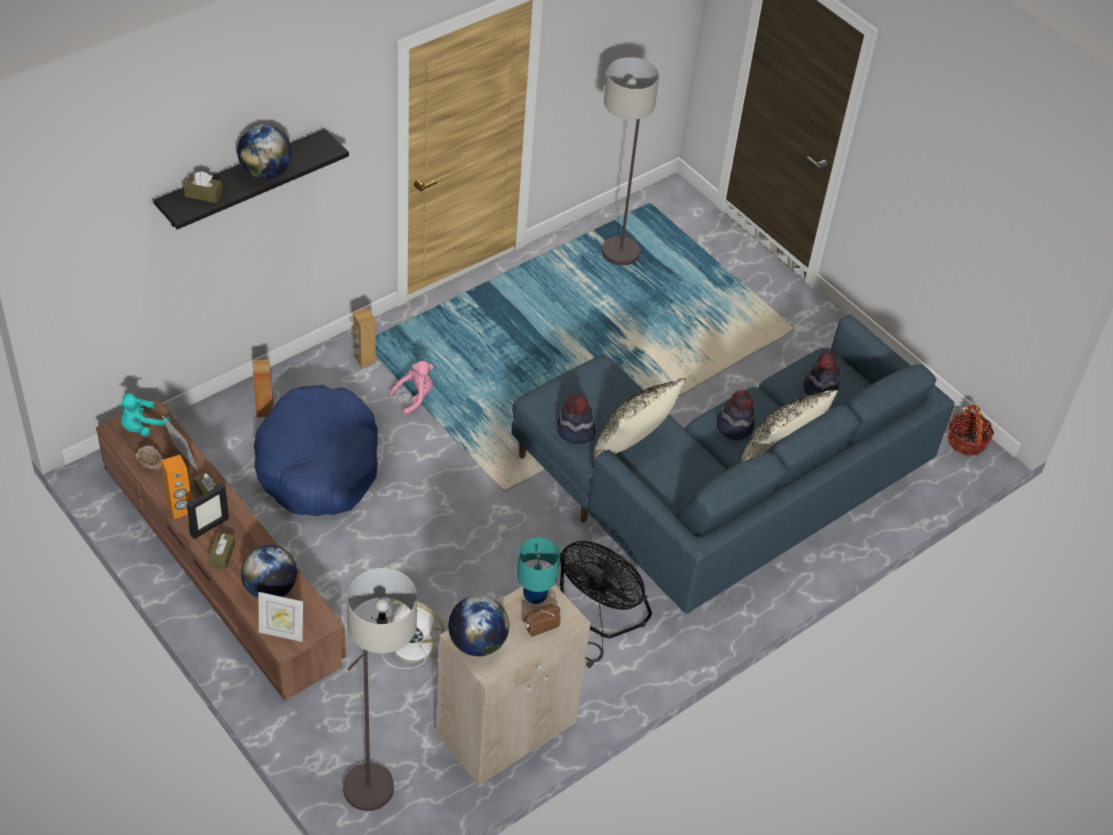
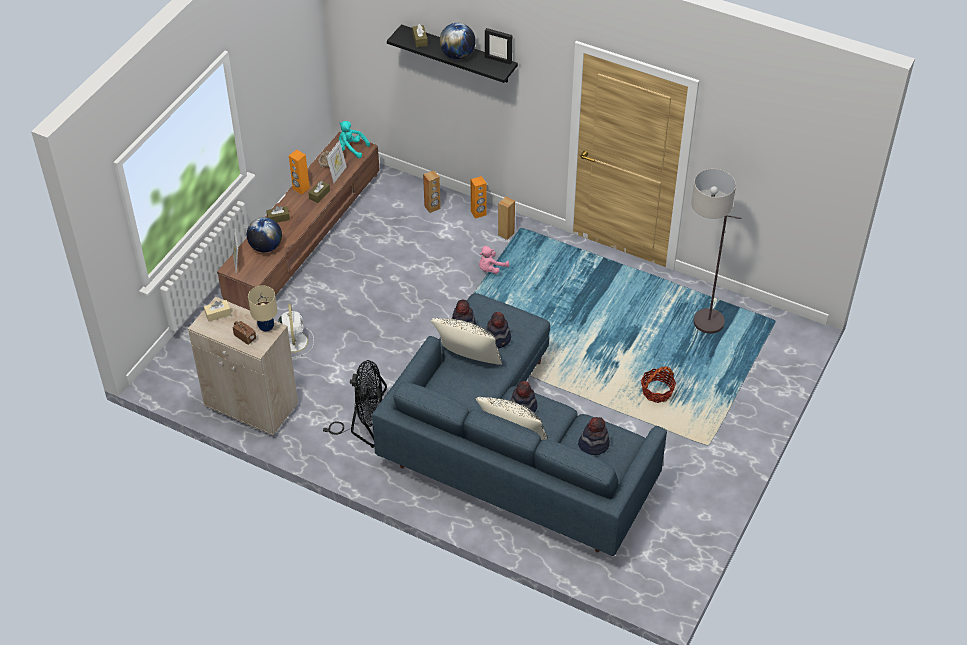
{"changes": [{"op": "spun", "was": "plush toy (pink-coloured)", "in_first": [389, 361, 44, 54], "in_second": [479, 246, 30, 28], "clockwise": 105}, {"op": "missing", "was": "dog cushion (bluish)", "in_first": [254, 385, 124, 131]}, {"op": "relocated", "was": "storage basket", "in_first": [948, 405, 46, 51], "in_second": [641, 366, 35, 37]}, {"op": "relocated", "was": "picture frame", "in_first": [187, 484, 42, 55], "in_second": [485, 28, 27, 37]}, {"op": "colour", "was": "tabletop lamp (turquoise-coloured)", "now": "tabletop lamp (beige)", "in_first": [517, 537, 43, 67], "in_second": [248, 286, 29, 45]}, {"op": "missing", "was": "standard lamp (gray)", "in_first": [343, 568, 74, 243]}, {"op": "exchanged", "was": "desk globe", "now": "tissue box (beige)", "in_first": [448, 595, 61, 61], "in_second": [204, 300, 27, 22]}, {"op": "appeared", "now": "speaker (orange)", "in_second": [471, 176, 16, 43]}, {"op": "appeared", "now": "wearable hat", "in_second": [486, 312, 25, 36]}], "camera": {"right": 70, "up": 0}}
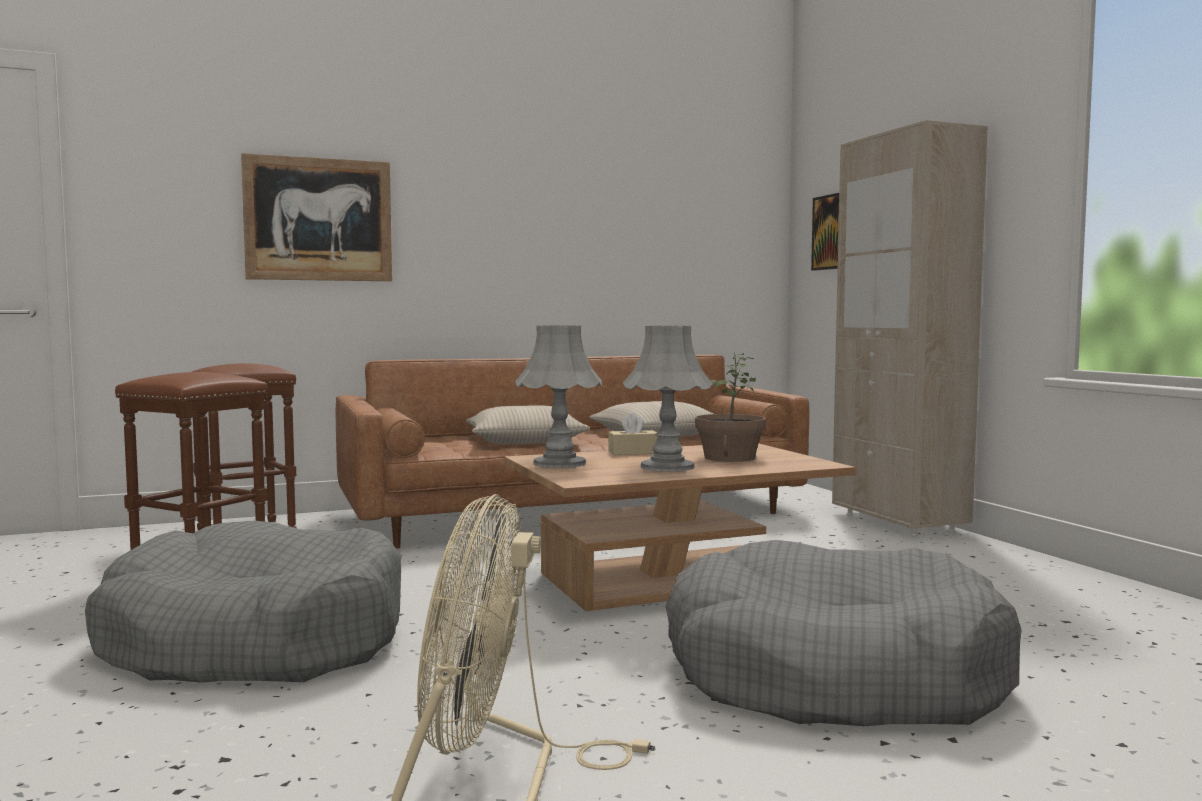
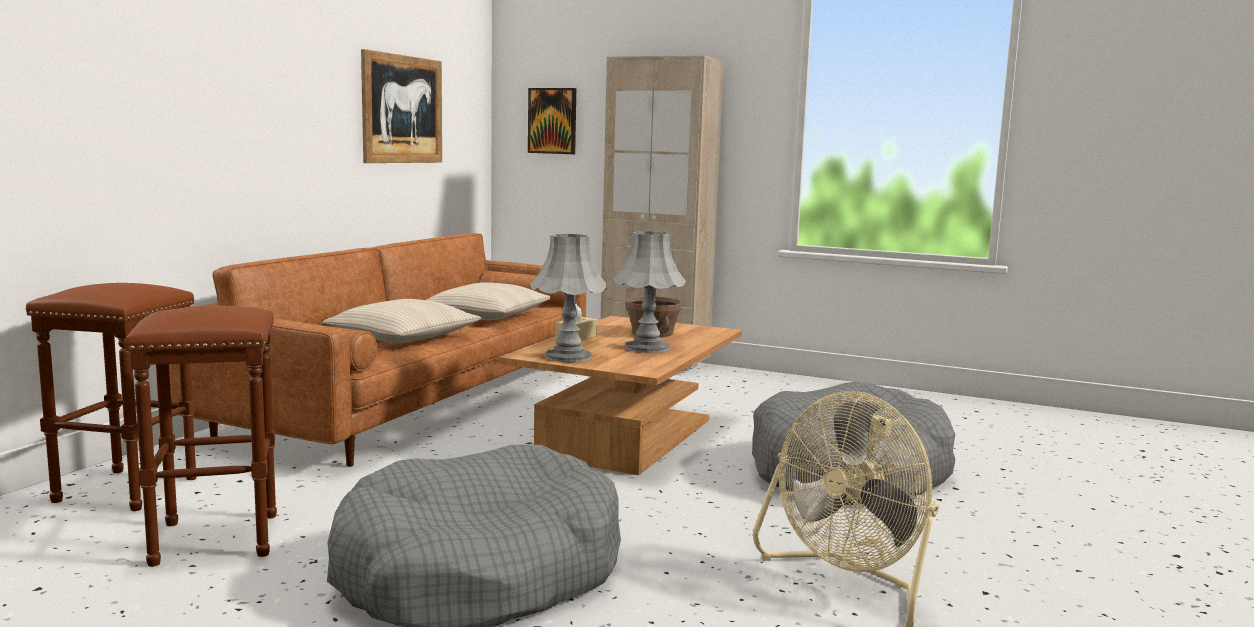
{"changes": [{"op": "relocated", "was": "wall art", "in_first": [241, 153, 151, 128], "in_second": [361, 49, 81, 114]}], "camera": {"right": -45, "up": 5}}
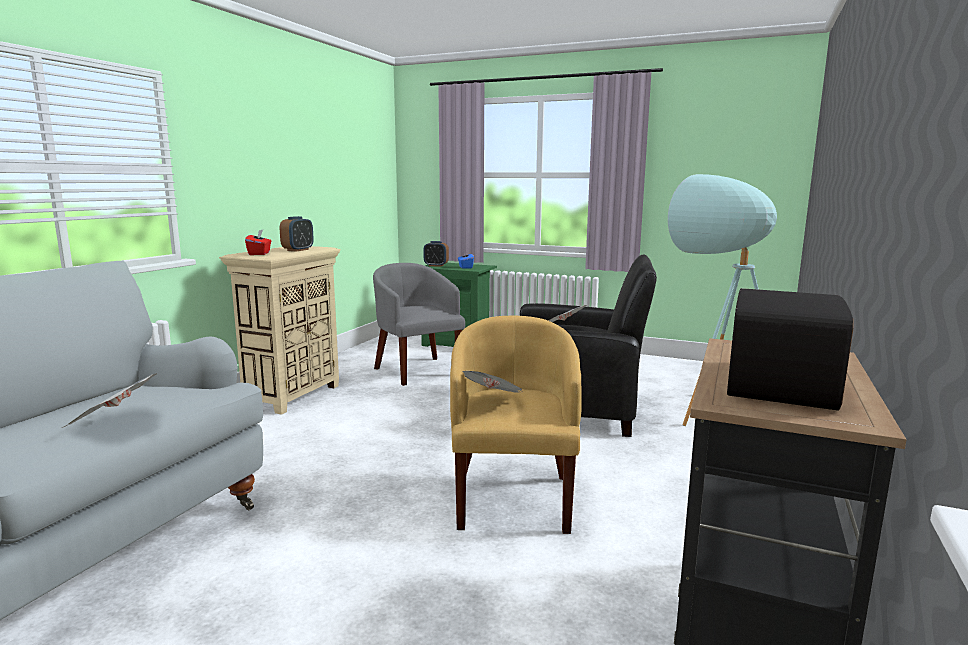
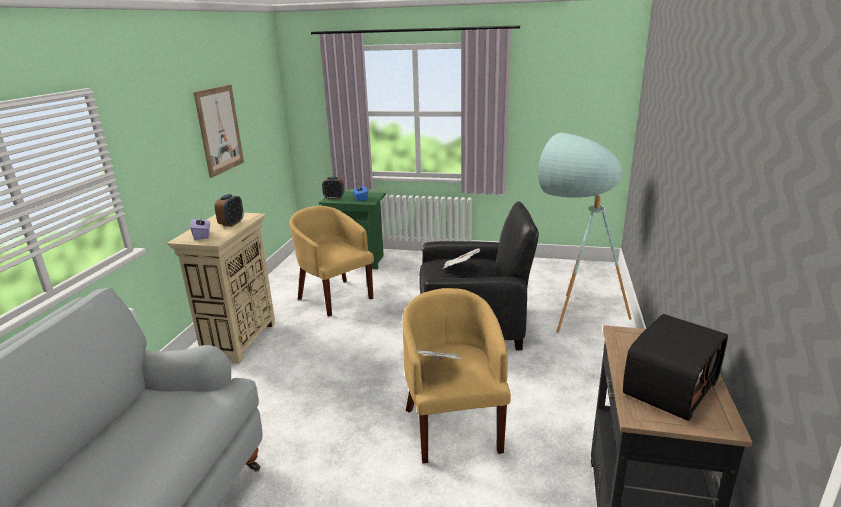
{"changes": [{"op": "colour", "was": "tissue box (red-coloured)", "now": "tissue box (purple)", "in_first": [245, 230, 26, 25], "in_second": [190, 216, 20, 24]}, {"op": "colour", "was": "easy chair (gray)", "now": "easy chair (yellow-coloured)", "in_first": [373, 263, 92, 123], "in_second": [289, 206, 85, 110]}, {"op": "spun", "was": "radio set", "in_first": [727, 288, 127, 123], "in_second": [623, 314, 105, 107], "clockwise": -150}, {"op": "missing", "was": "daily paper", "in_first": [62, 373, 95, 55]}, {"op": "appeared", "now": "wall art", "in_second": [194, 85, 50, 93]}], "camera": {"right": -10, "up": 10}}
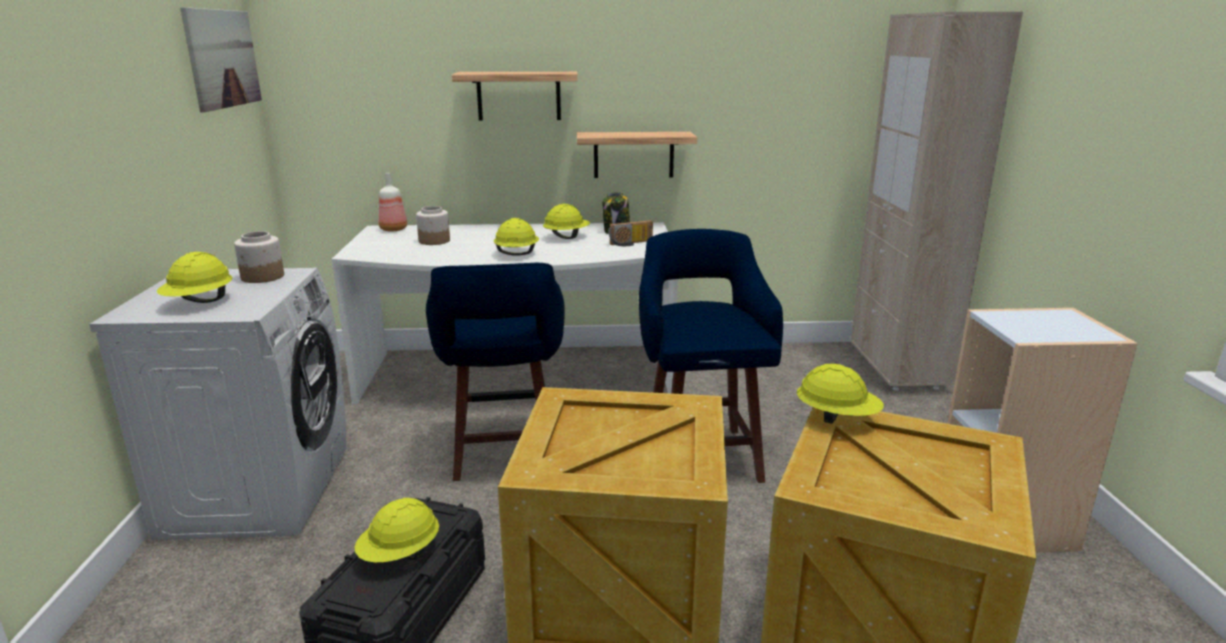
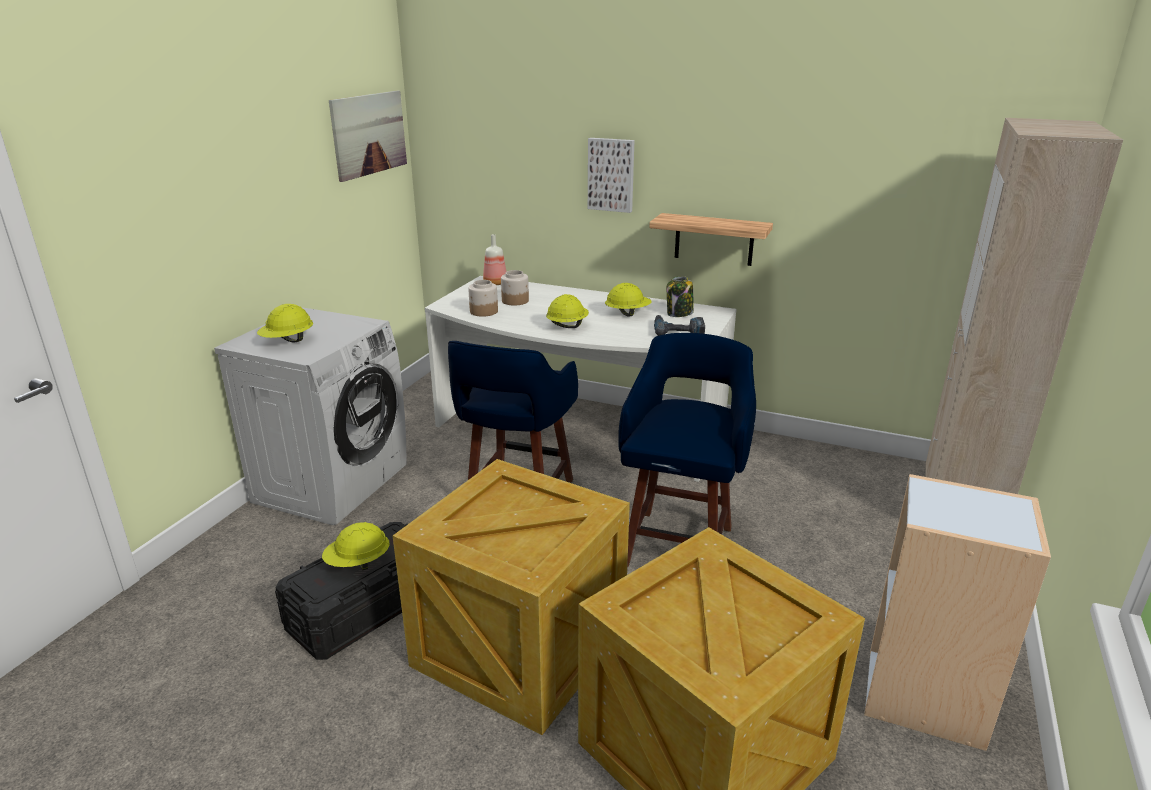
{"changes": [{"op": "exchanged", "was": "shelf", "now": "wall art", "in_first": [452, 72, 126, 49], "in_second": [588, 138, 46, 75]}, {"op": "exchanged", "was": "radio set", "now": "electric drill", "in_first": [608, 220, 45, 26], "in_second": [654, 315, 51, 21]}, {"op": "relocated", "was": "storage jar", "in_first": [234, 231, 50, 52], "in_second": [468, 280, 30, 37]}, {"op": "missing", "was": "work helmet (yellow-coloured)", "in_first": [797, 364, 87, 60]}], "camera": {"right": 25, "up": 5}}
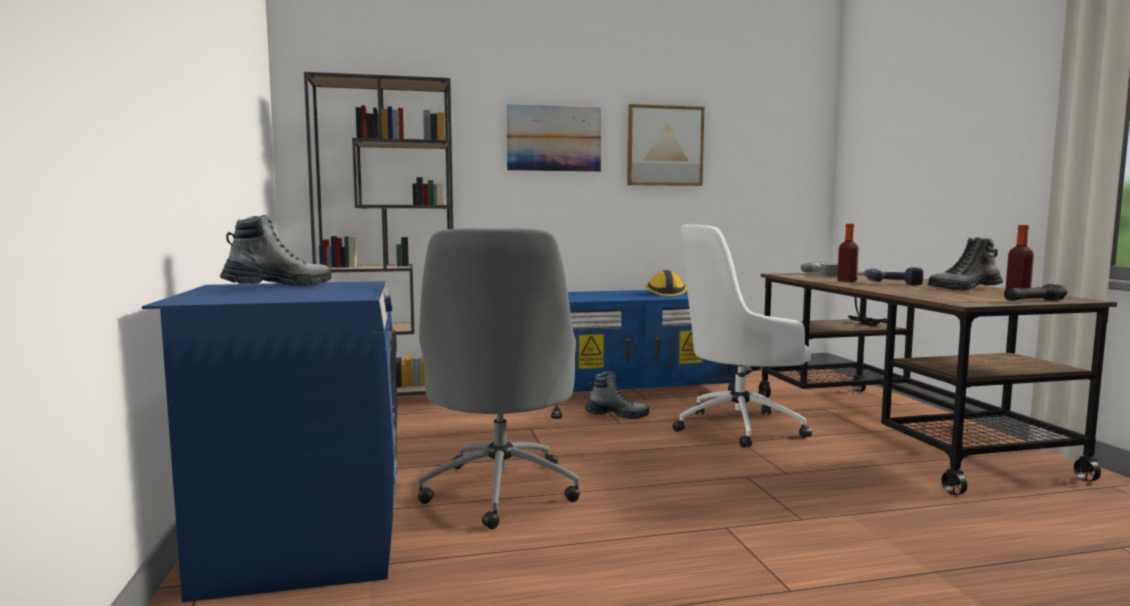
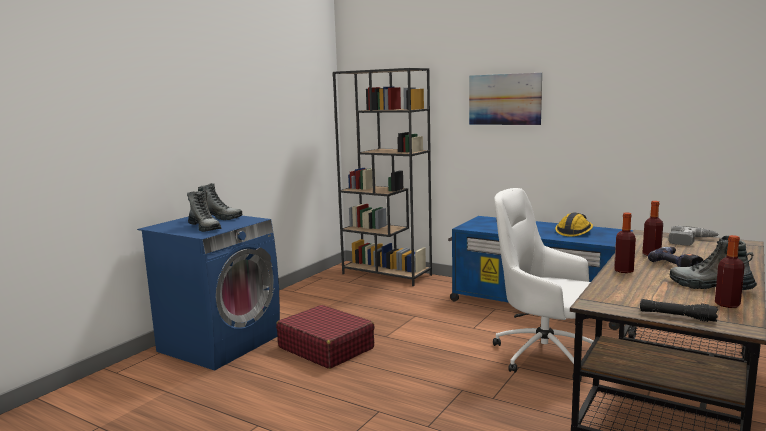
{"changes": [{"op": "missing", "was": "wall art", "in_first": [627, 104, 77, 82]}, {"op": "exchanged", "was": "computer chair (gray)", "now": "travel case (red-coloured)", "in_first": [418, 228, 162, 301], "in_second": [276, 305, 99, 64]}, {"op": "relocated", "was": "high-top boot", "in_first": [585, 371, 64, 48], "in_second": [187, 190, 34, 42]}, {"op": "appeared", "now": "drink bottle", "in_second": [614, 212, 22, 61]}], "camera": {"right": 45, "up": 5}}
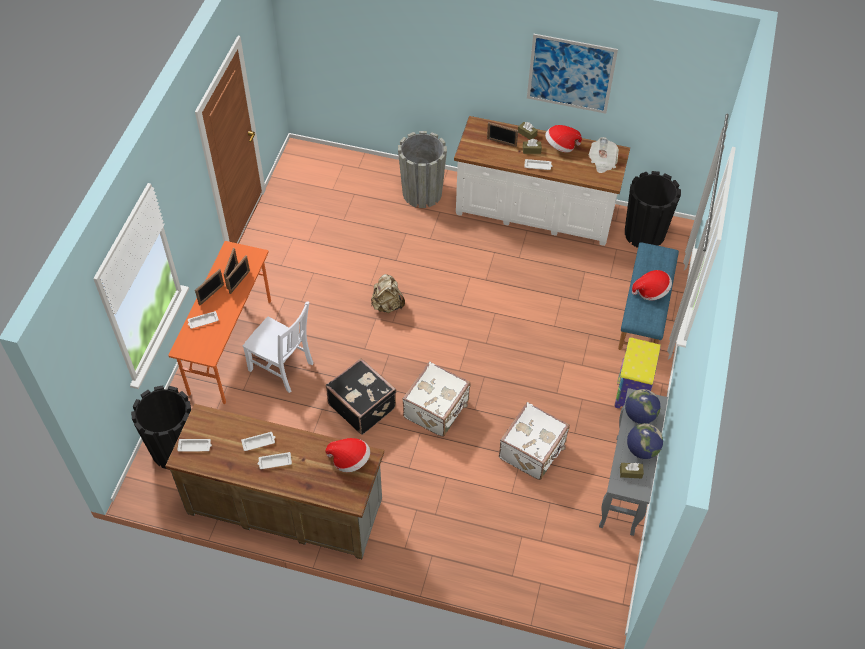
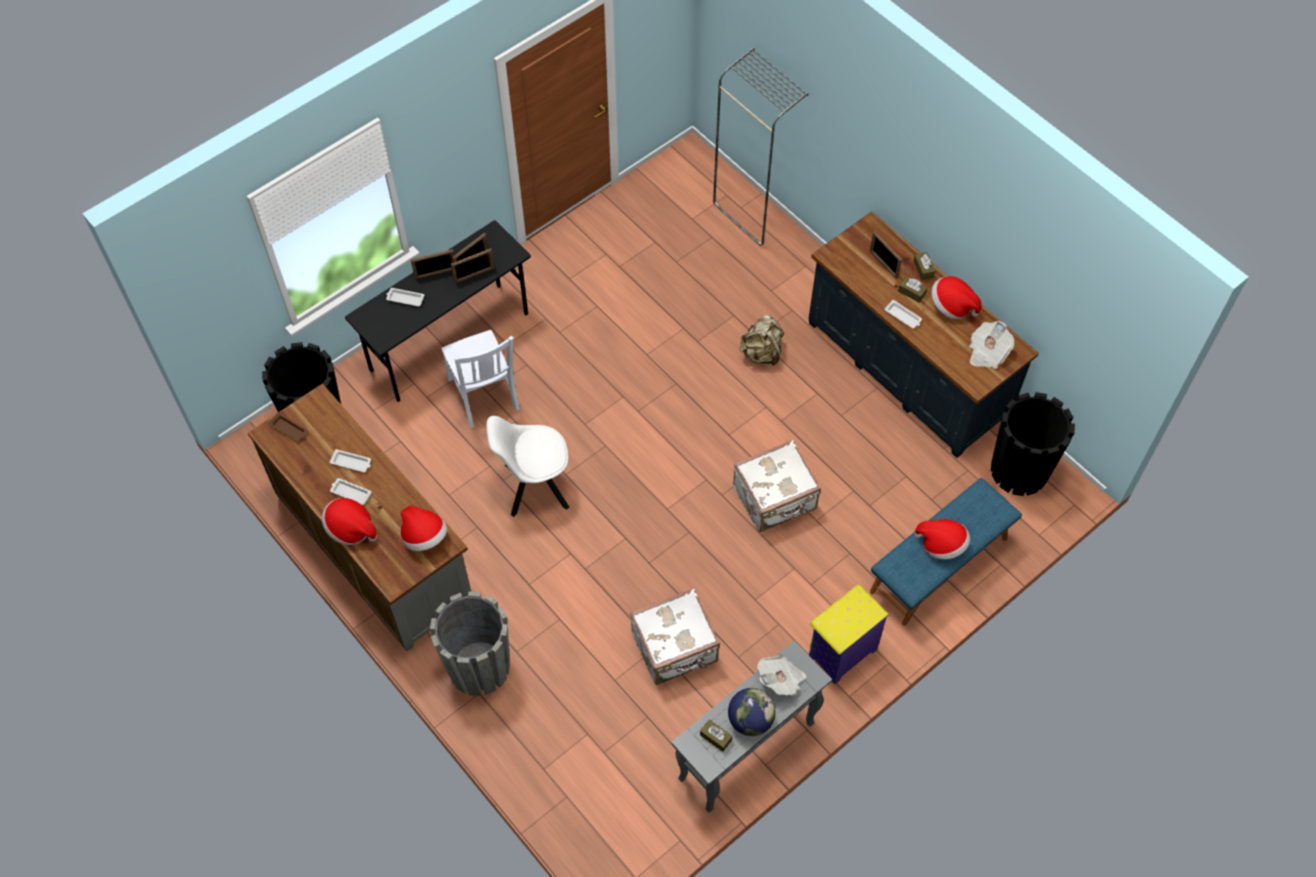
{"changes": [{"op": "missing", "was": "wall art", "in_first": [527, 34, 91, 80]}, {"op": "colour", "was": "dresser (white)", "now": "dresser (bluish)", "in_first": [454, 116, 176, 130], "in_second": [809, 211, 230, 247]}, {"op": "relocated", "was": "planter (gray)", "in_first": [398, 131, 49, 77], "in_second": [430, 591, 80, 105]}, {"op": "colour", "was": "desk (orange)", "now": "desk (blackish)", "in_first": [168, 241, 103, 163], "in_second": [345, 220, 186, 182]}, {"op": "relocated", "was": "backpack (beige)", "in_first": [371, 274, 34, 39], "in_second": [740, 315, 44, 51]}, {"op": "exchanged", "was": "travel case (blackish)", "now": "plain chair (white)", "in_first": [326, 358, 71, 77], "in_second": [486, 416, 83, 101]}, {"op": "relocated", "was": "travel case (white)", "in_first": [402, 361, 69, 76], "in_second": [733, 440, 88, 92]}, {"op": "exchanged", "was": "desk globe", "now": "daily paper", "in_first": [625, 389, 36, 35], "in_second": [757, 656, 49, 39]}, {"op": "colour", "was": "carrying tray (white)", "now": "carrying tray (brownish)", "in_first": [177, 439, 35, 12], "in_second": [268, 413, 39, 29]}, {"op": "appeared", "now": "garment stand (gray)", "in_second": [713, 47, 96, 199]}, {"op": "appeared", "now": "wearable hat", "in_second": [322, 498, 55, 47]}], "camera": {"right": 35, "up": 5}}
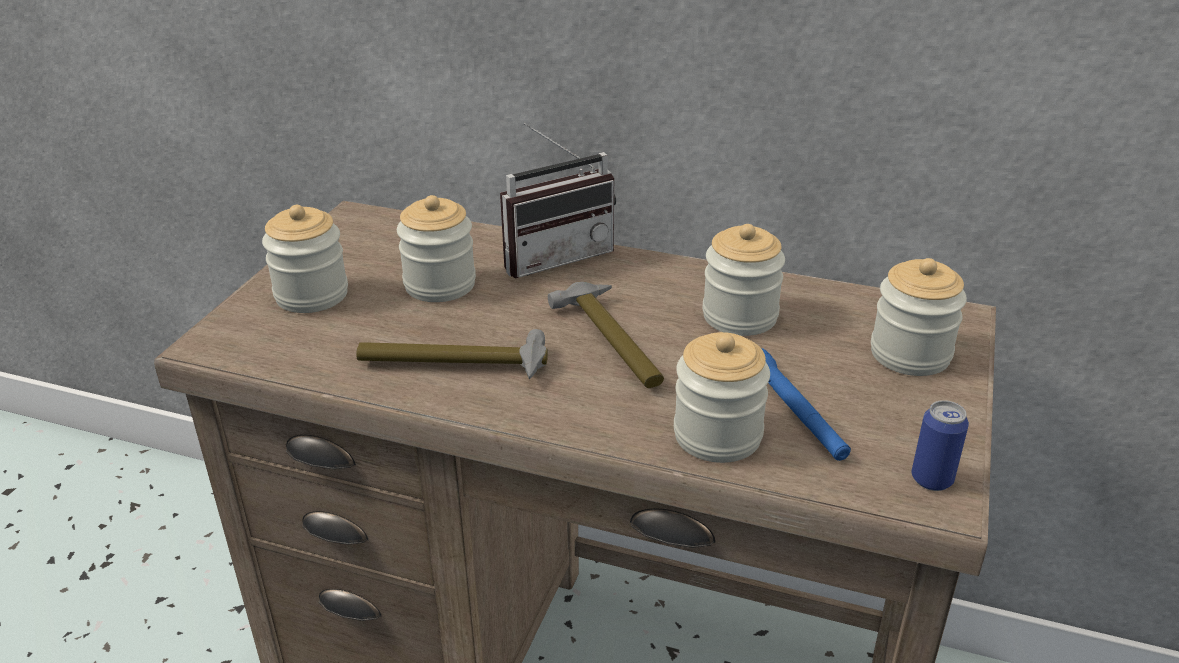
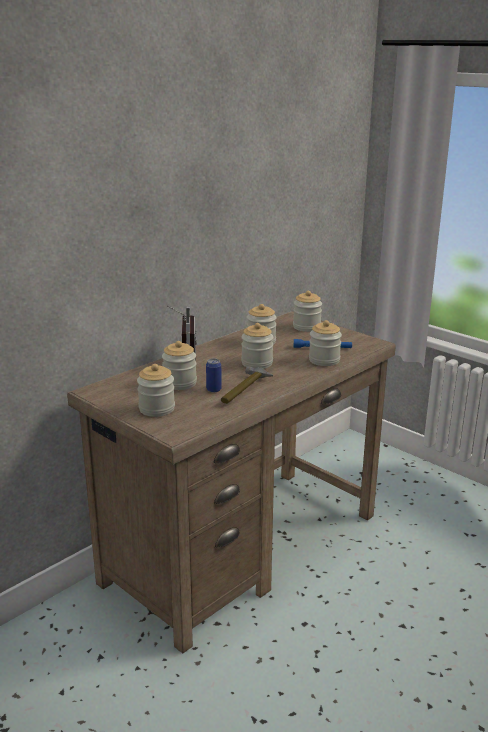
{"changes": [{"op": "exchanged", "was": "hand hammer", "now": "storage jar", "in_first": [548, 282, 116, 106], "in_second": [241, 323, 33, 46]}, {"op": "relocated", "was": "metal can", "in_first": [911, 400, 58, 91], "in_second": [206, 358, 16, 34]}], "camera": {"right": -65, "up": -10}}
